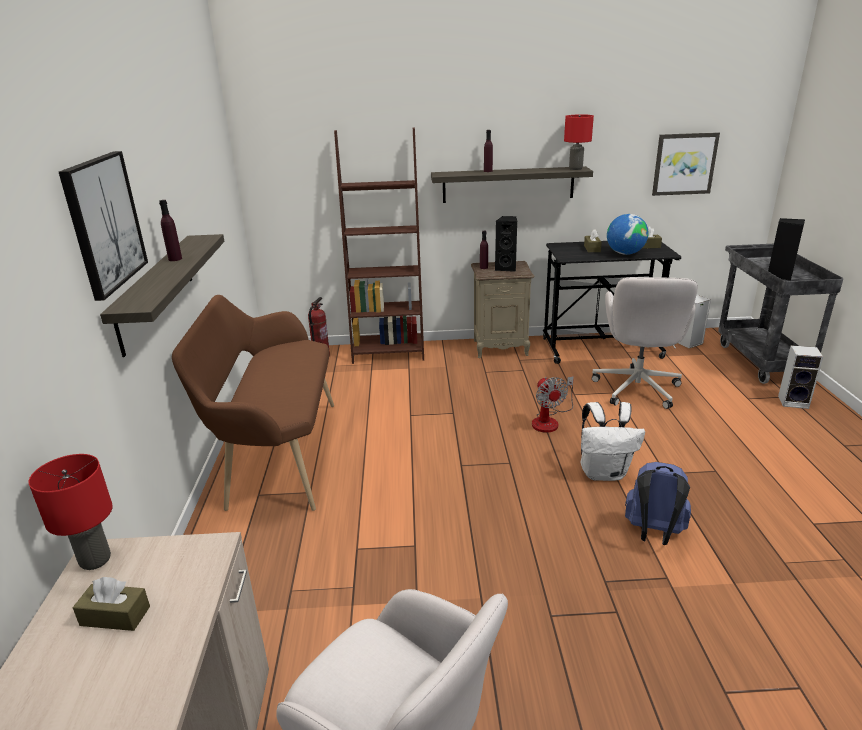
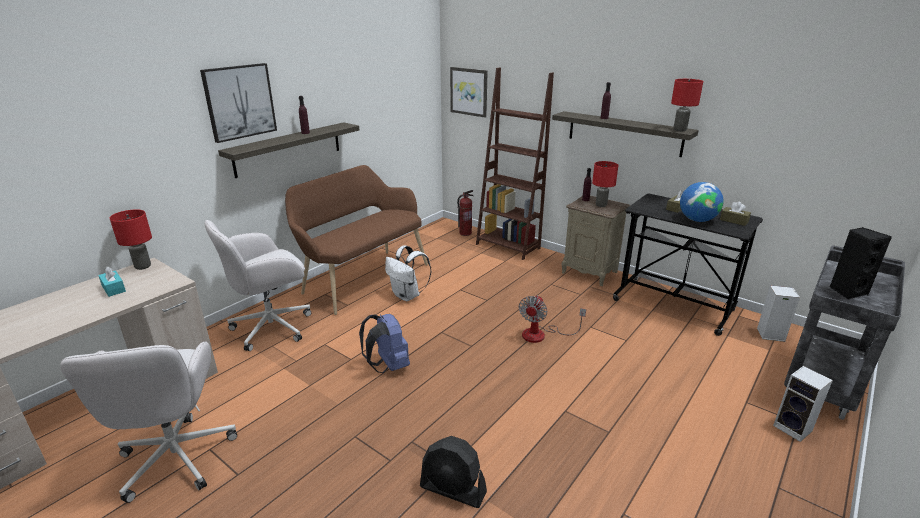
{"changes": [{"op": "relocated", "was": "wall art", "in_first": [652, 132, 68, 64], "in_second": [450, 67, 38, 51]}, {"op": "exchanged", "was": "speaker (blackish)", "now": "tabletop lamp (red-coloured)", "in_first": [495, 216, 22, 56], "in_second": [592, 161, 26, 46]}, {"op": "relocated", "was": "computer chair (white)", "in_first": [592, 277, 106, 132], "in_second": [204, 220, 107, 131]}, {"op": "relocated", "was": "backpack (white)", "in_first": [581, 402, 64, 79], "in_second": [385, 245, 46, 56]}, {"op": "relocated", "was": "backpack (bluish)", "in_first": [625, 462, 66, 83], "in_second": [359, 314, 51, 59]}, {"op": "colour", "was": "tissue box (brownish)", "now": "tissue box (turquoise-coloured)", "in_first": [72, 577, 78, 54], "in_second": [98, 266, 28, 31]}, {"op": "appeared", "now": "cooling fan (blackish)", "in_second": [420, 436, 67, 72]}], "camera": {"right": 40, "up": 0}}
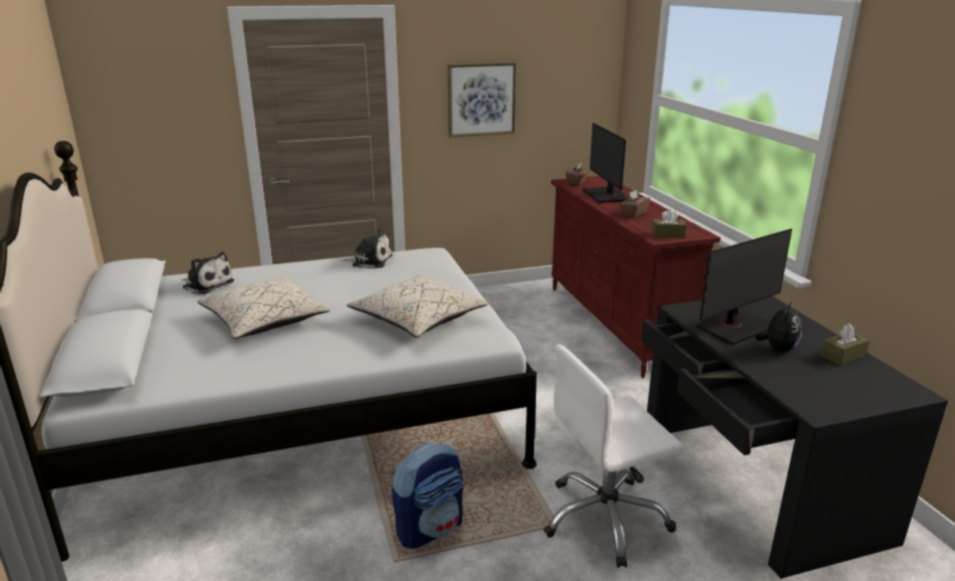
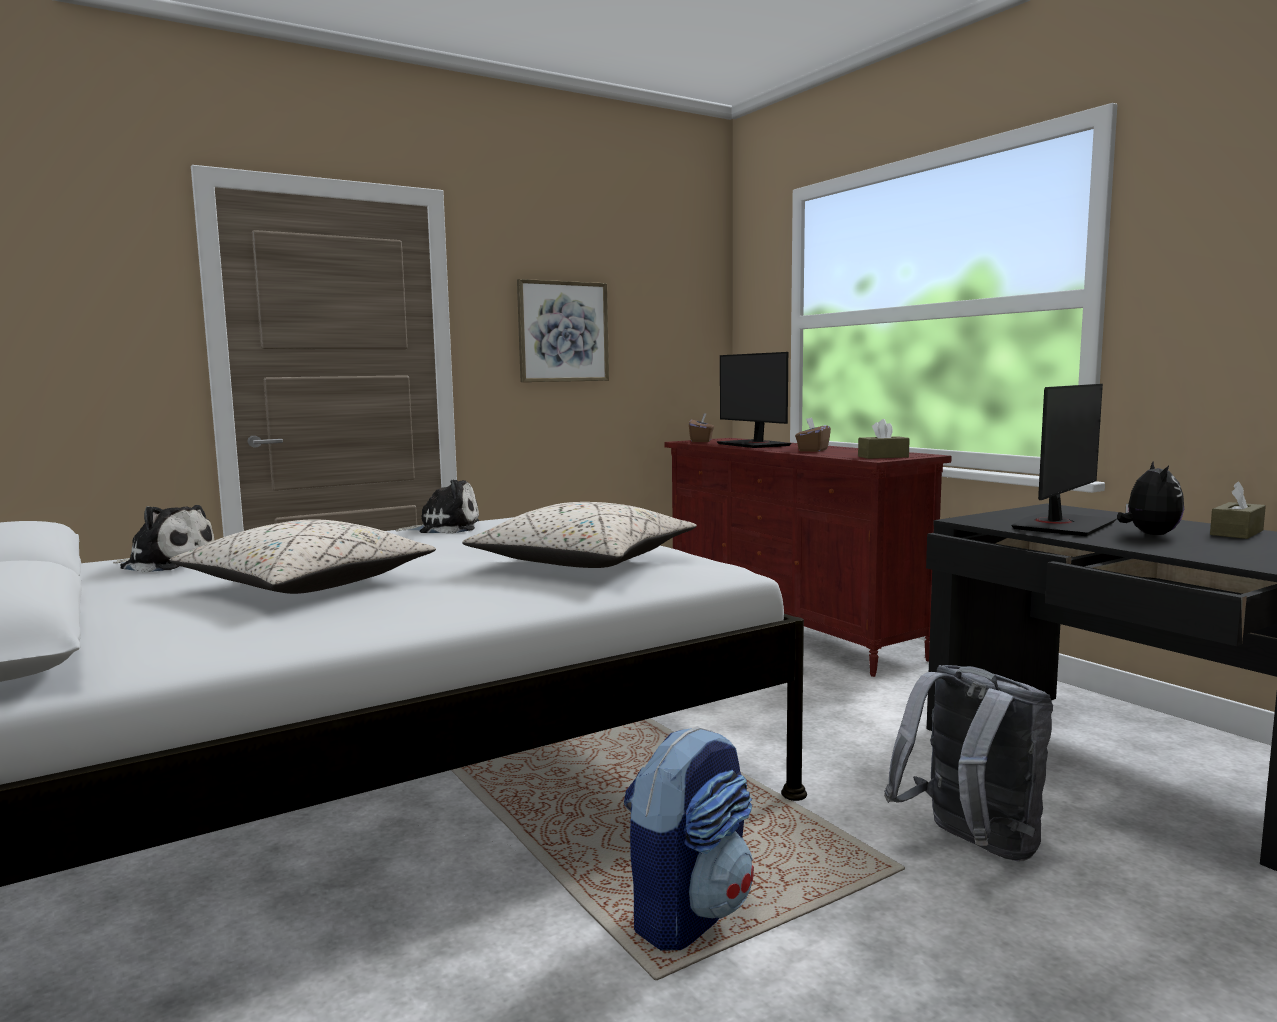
{"changes": [{"op": "exchanged", "was": "computer chair (white)", "now": "backpack (gray)", "in_first": [544, 344, 139, 224], "in_second": [884, 665, 169, 196]}], "camera": {"right": -15, "up": -15}}
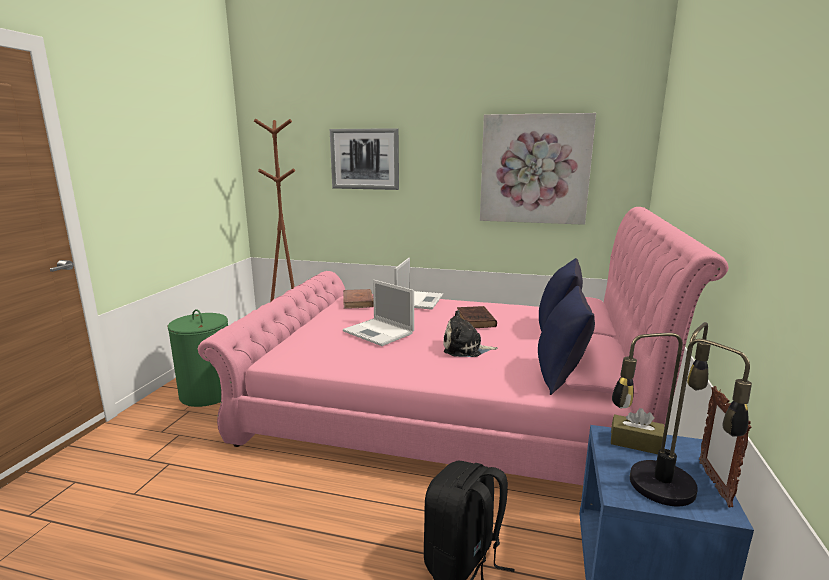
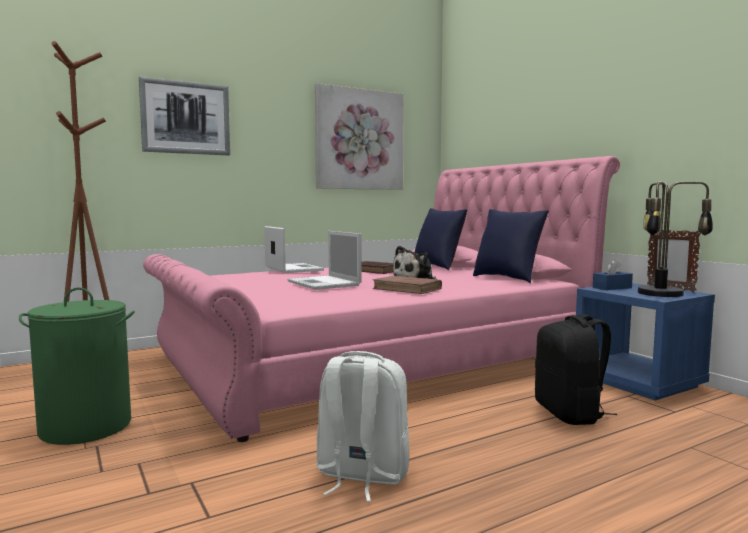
{"changes": [{"op": "spun", "was": "notebook computer", "in_first": [343, 280, 71, 66], "in_second": [287, 231, 75, 59], "clockwise": 60}, {"op": "relocated", "was": "volume (brownish)", "in_first": [343, 289, 31, 20], "in_second": [373, 276, 69, 18]}, {"op": "colour", "was": "tissue box (brownish)", "now": "tissue box (bluish)", "in_first": [611, 408, 53, 46], "in_second": [593, 259, 40, 31]}, {"op": "appeared", "now": "backpack (white)", "in_second": [316, 351, 93, 151]}], "camera": {"right": -45, "up": -10}}
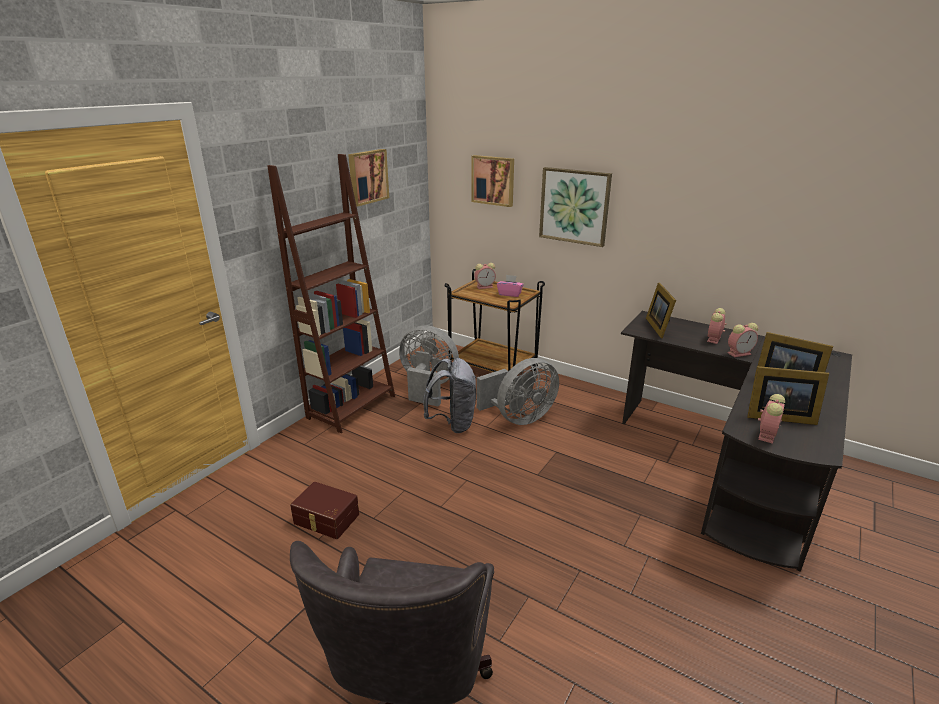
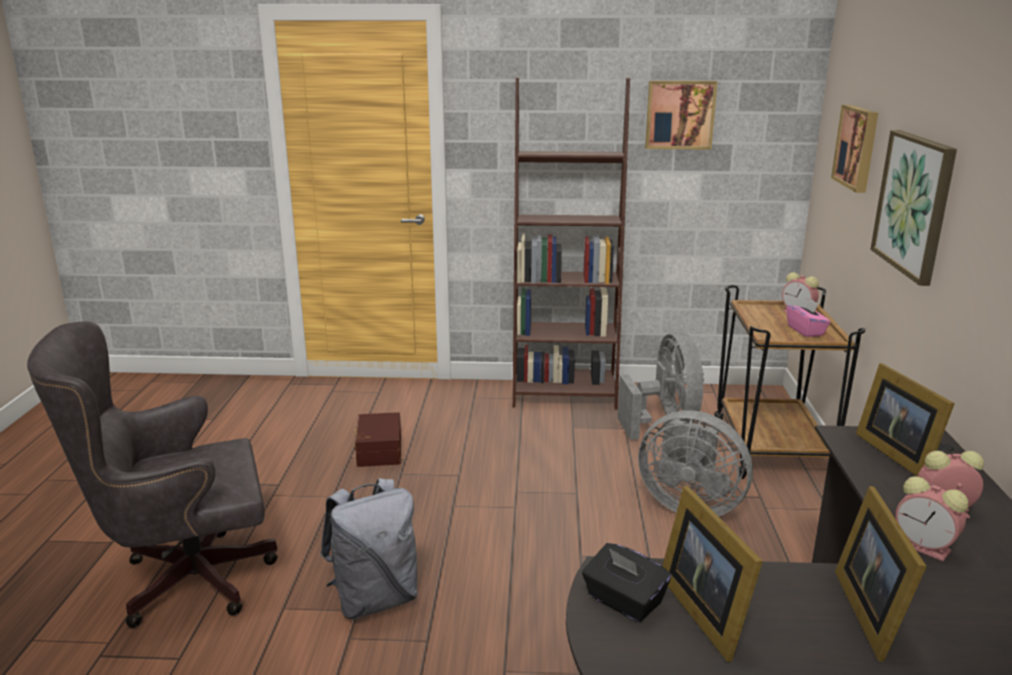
{"changes": [{"op": "spun", "was": "picture frame", "in_first": [646, 283, 30, 55], "in_second": [856, 363, 99, 113], "clockwise": -75}, {"op": "relocated", "was": "backpack (gray)", "in_first": [423, 358, 53, 75], "in_second": [320, 478, 98, 141]}, {"op": "exchanged", "was": "table clock", "now": "tissue box (blackish)", "in_first": [758, 394, 27, 50], "in_second": [582, 543, 89, 79]}], "camera": {"right": 60, "up": -5}}
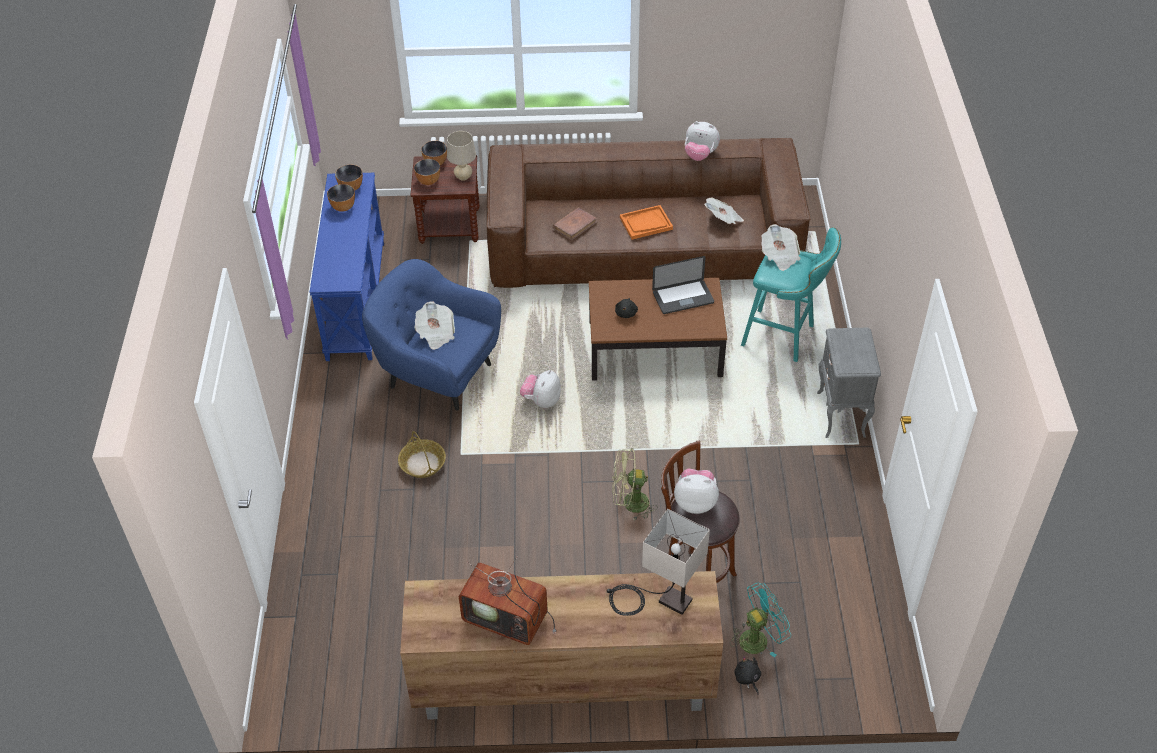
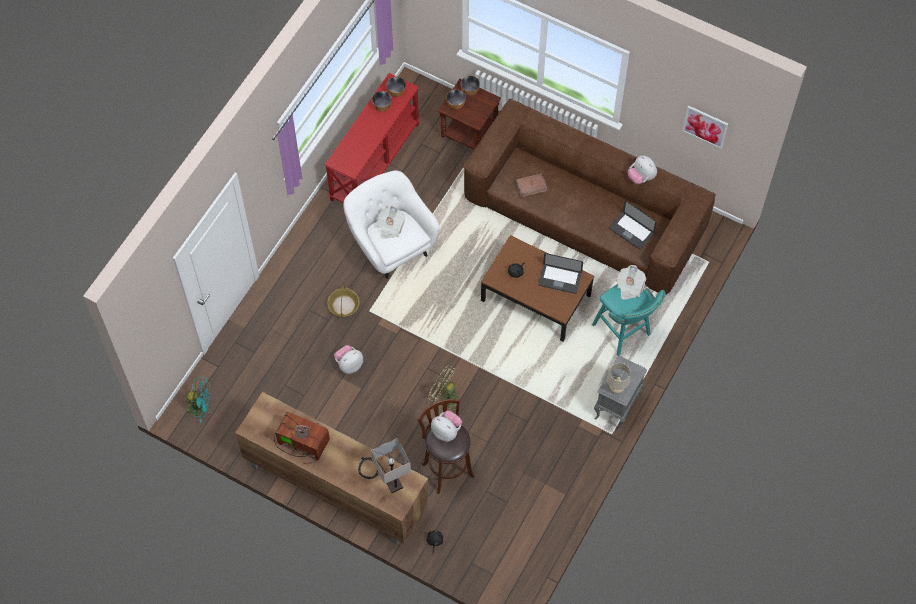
{"changes": [{"op": "relocated", "was": "tabletop lamp (beige)", "in_first": [447, 131, 29, 50], "in_second": [607, 363, 23, 31]}, {"op": "colour", "was": "narrow table (bluish)", "now": "narrow table (red-coloured)", "in_first": [309, 173, 75, 188], "in_second": [325, 73, 95, 131]}, {"op": "exchanged", "was": "daily paper", "now": "notebook computer", "in_first": [704, 198, 40, 26], "in_second": [610, 200, 47, 49]}, {"op": "missing", "was": "carrying tray (orange)", "in_first": [620, 205, 53, 35]}, {"op": "colour", "was": "easy chair (bluish)", "now": "easy chair (white)", "in_first": [362, 259, 139, 152], "in_second": [343, 170, 96, 109]}, {"op": "relocated", "was": "plush toy", "in_first": [520, 370, 41, 38], "in_second": [334, 345, 29, 29]}, {"op": "spun", "was": "television", "in_first": [459, 556, 97, 89], "in_second": [274, 412, 56, 52], "clockwise": 150}, {"op": "relocated", "was": "cooling fan (turquoise-coloured)", "in_first": [730, 583, 61, 74], "in_second": [183, 377, 29, 46]}, {"op": "appeared", "now": "wall art", "in_second": [683, 105, 45, 44]}], "camera": {"right": 30, "up": 15}}
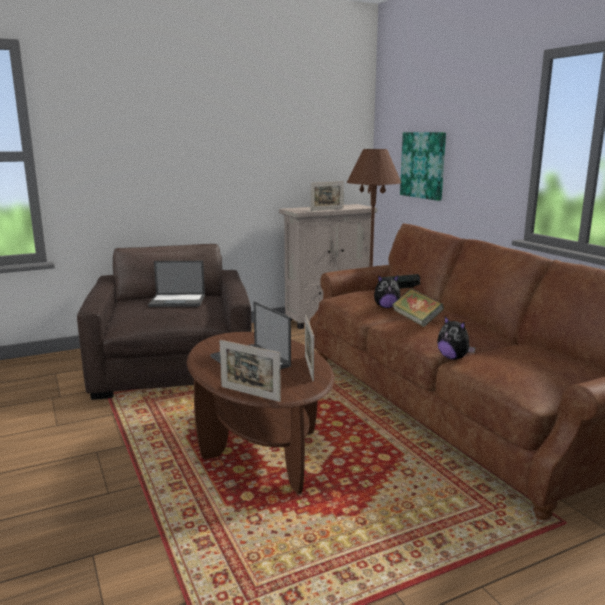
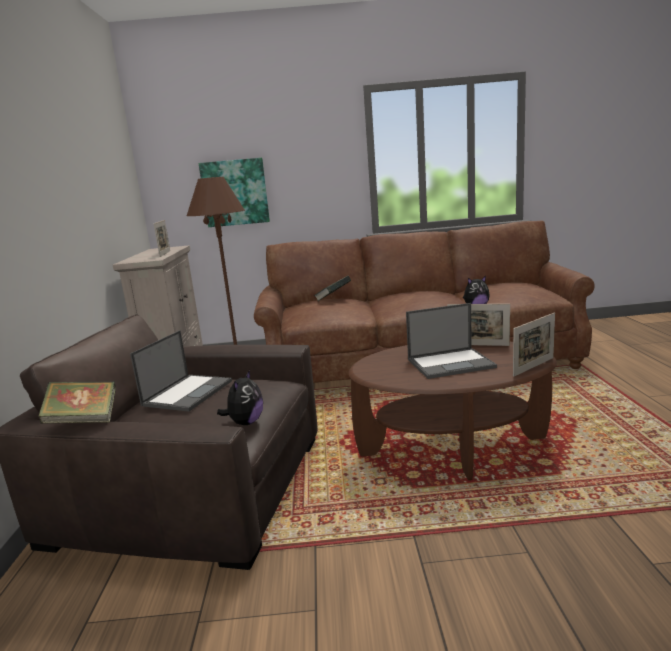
{"changes": [{"op": "relocated", "was": "plush toy", "in_first": [374, 275, 27, 33], "in_second": [217, 370, 46, 55]}, {"op": "relocated", "was": "volume", "in_first": [392, 289, 52, 38], "in_second": [38, 381, 78, 42]}], "camera": {"right": -65, "up": 0}}
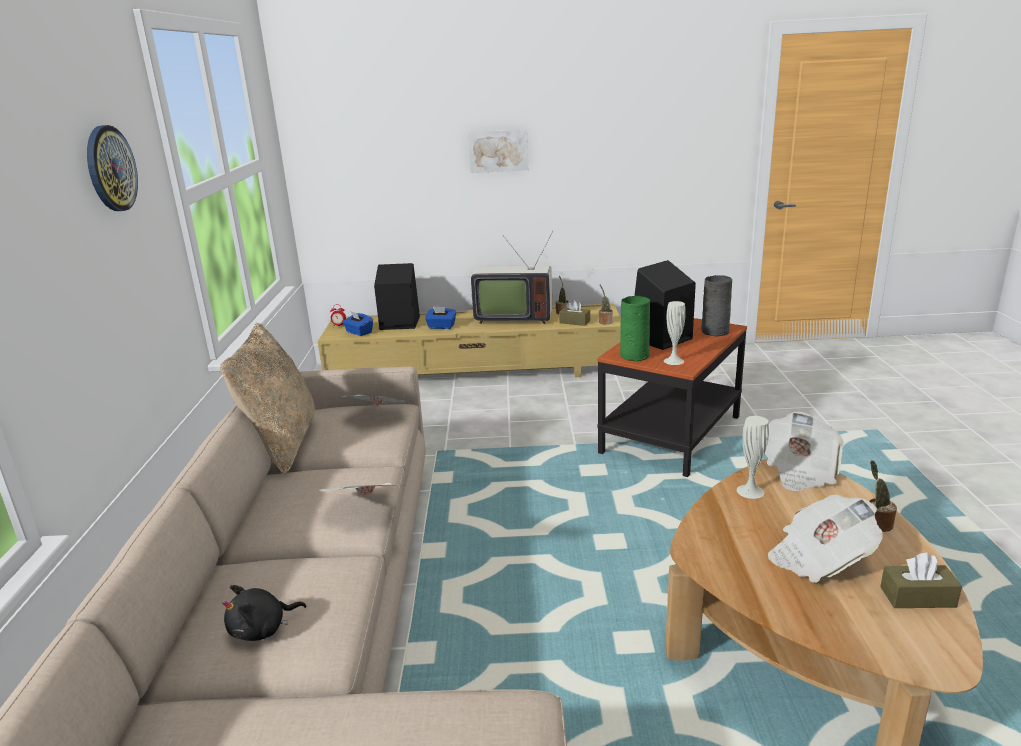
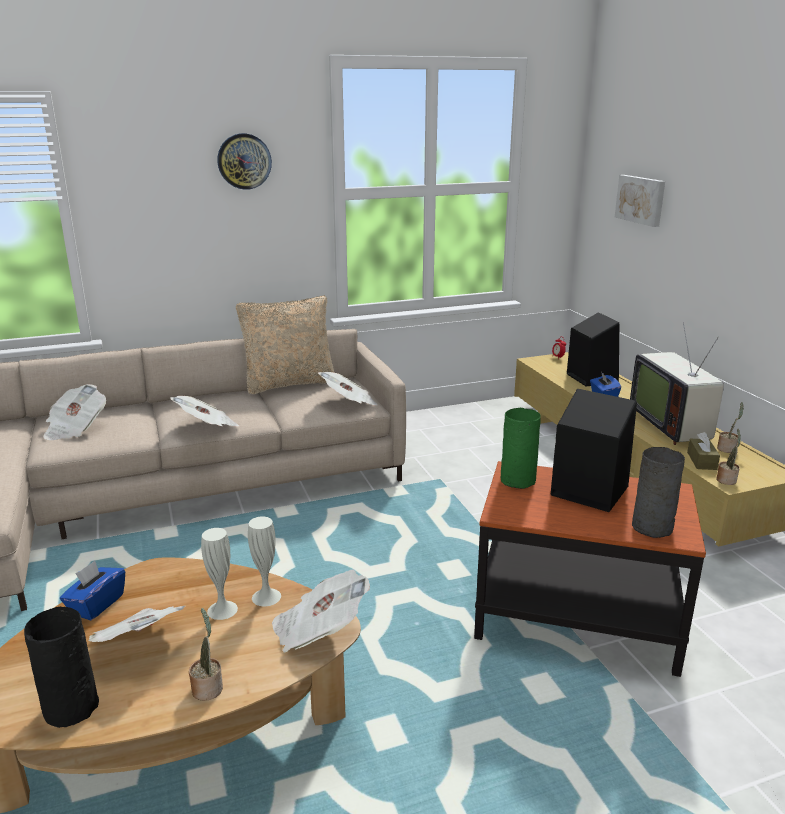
{"changes": [{"op": "relocated", "was": "wall art", "in_first": [468, 129, 60, 44], "in_second": [615, 175, 50, 52]}, {"op": "relocated", "was": "decorative vase (white)", "in_first": [664, 301, 22, 64], "in_second": [201, 528, 37, 92]}, {"op": "relocated", "was": "tissue box (bluish)", "in_first": [342, 312, 31, 24], "in_second": [60, 561, 65, 60]}, {"op": "exchanged", "was": "tissue box (brownish)", "now": "decorative vase (blackish)", "in_first": [880, 553, 82, 55], "in_second": [24, 607, 75, 121]}, {"op": "exchanged", "was": "plush toy (blackish)", "now": "daily paper", "in_first": [222, 585, 85, 56], "in_second": [43, 384, 63, 56]}], "camera": {"right": 70, "up": 0}}
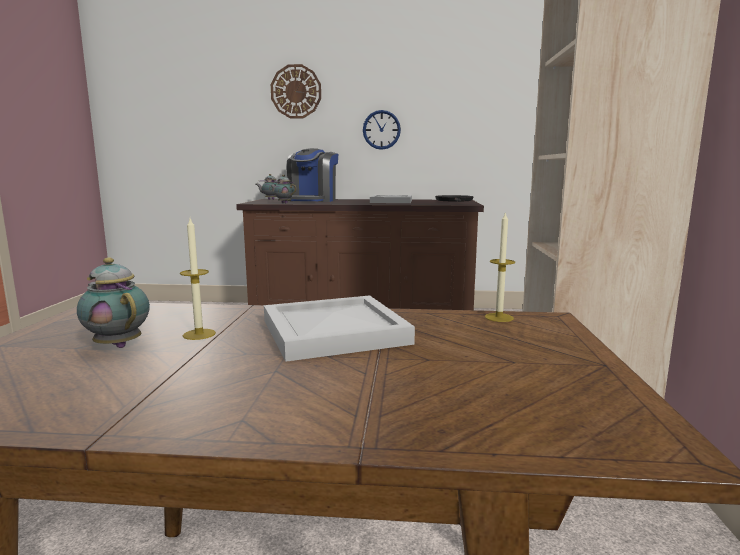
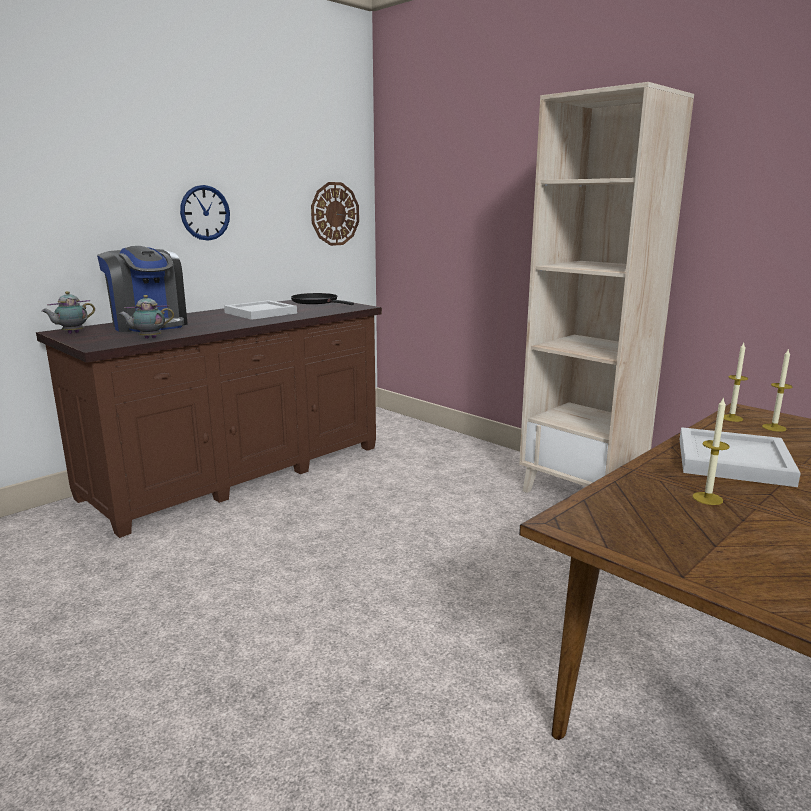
{"changes": [{"op": "relocated", "was": "wall clock", "in_first": [271, 64, 50, 54], "in_second": [311, 182, 48, 64]}, {"op": "missing", "was": "teapot", "in_first": [77, 257, 73, 91]}, {"op": "appeared", "now": "candle", "in_second": [762, 348, 30, 84]}], "camera": {"right": -50, "up": 5}}
